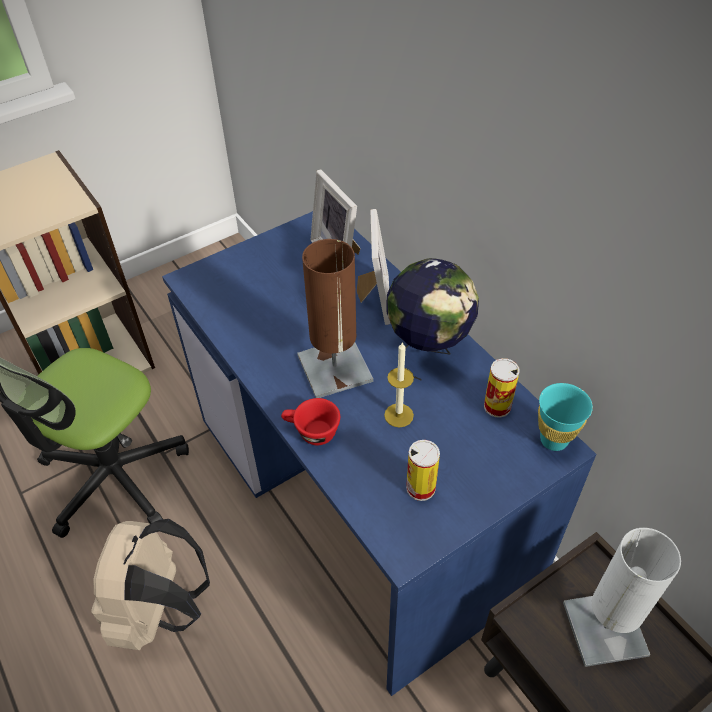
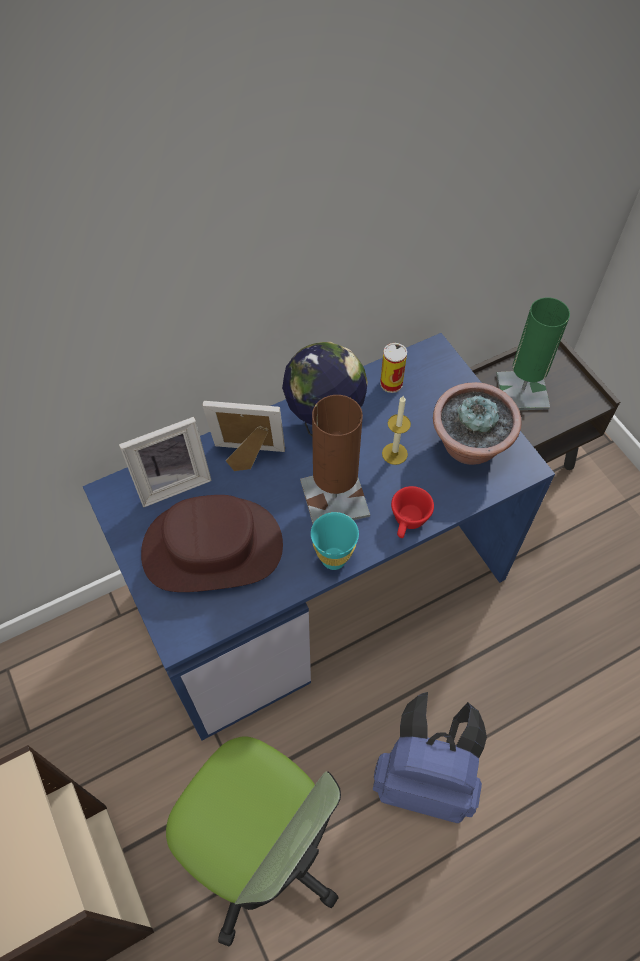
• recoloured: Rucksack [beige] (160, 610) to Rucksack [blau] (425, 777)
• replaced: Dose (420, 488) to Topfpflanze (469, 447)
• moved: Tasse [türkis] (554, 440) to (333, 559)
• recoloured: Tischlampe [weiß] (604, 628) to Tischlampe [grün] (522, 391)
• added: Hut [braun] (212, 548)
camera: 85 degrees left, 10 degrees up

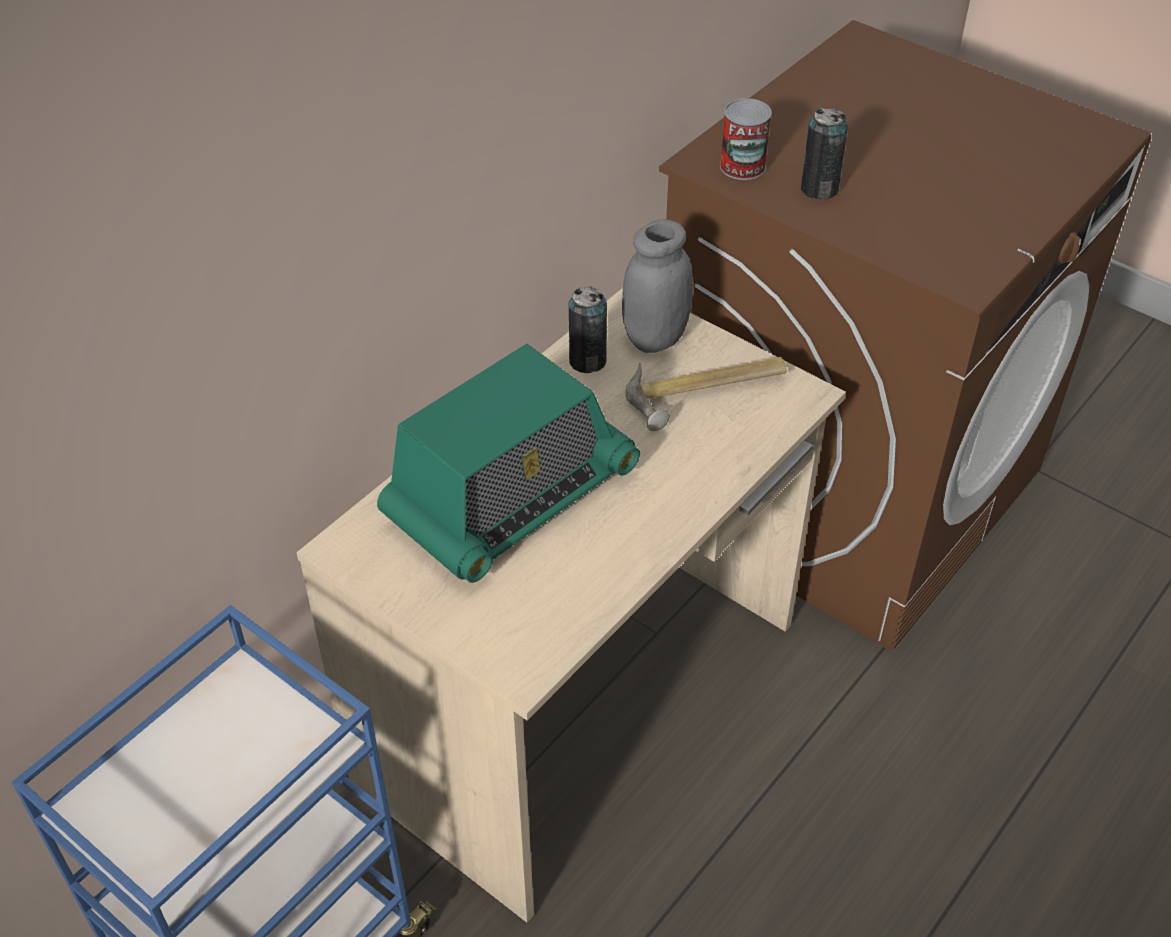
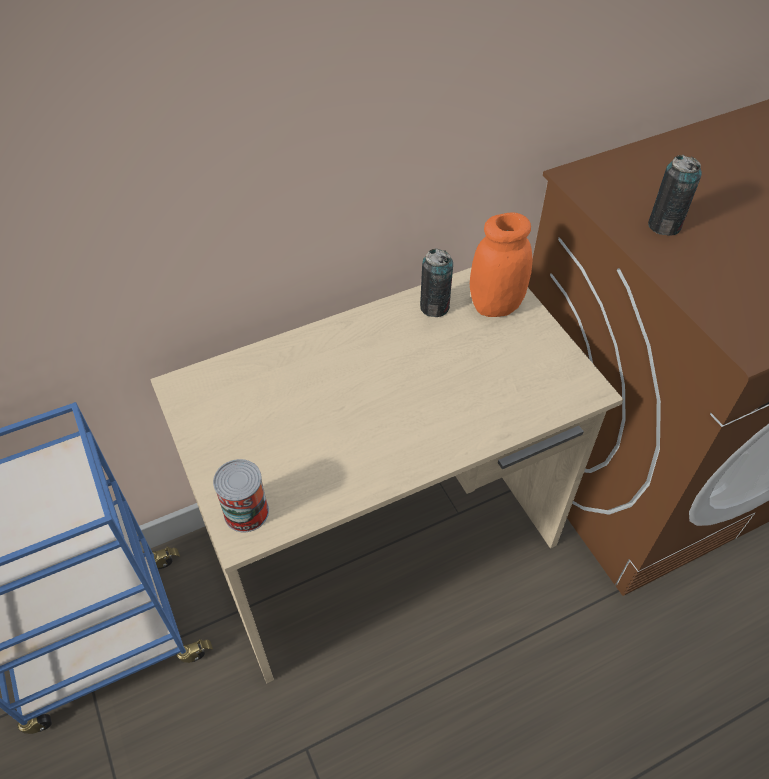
• removed: Radio (510, 496)
• recoloured: Vorratsglas [grau] (655, 338) to Vorratsglas [orange] (495, 306)
• removed: Hammer (707, 393)
• moved: Dose (742, 166) to (246, 512)
camera: 25 degrees right, 5 degrees up

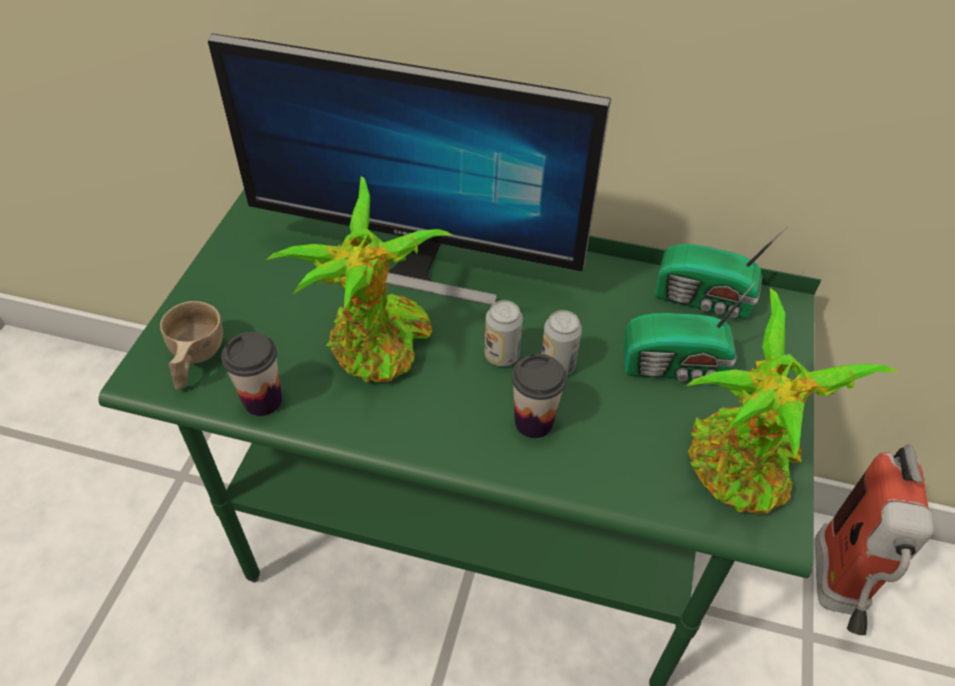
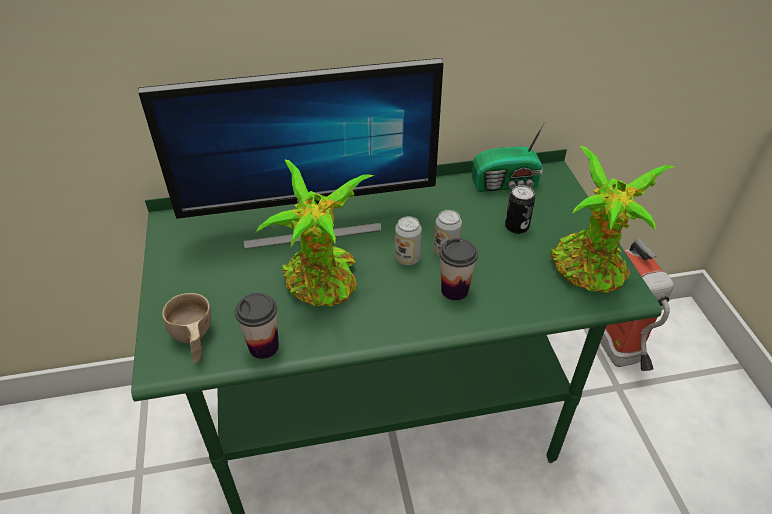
• replaced: Radio (677, 366) to Dose (516, 227)
camera: 25 degrees left, 5 degrees down

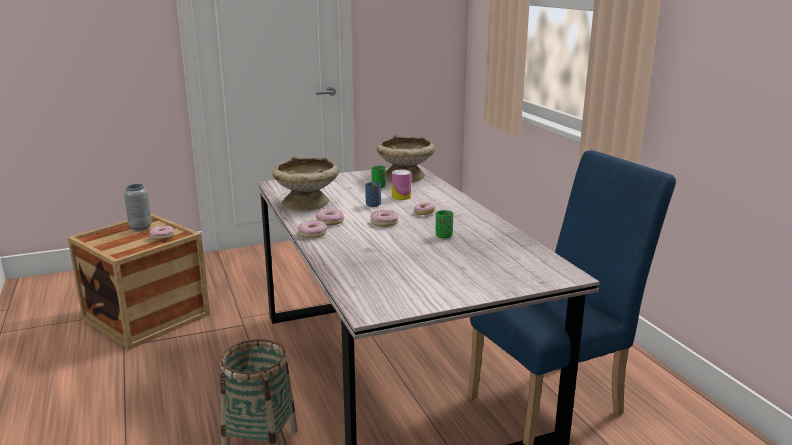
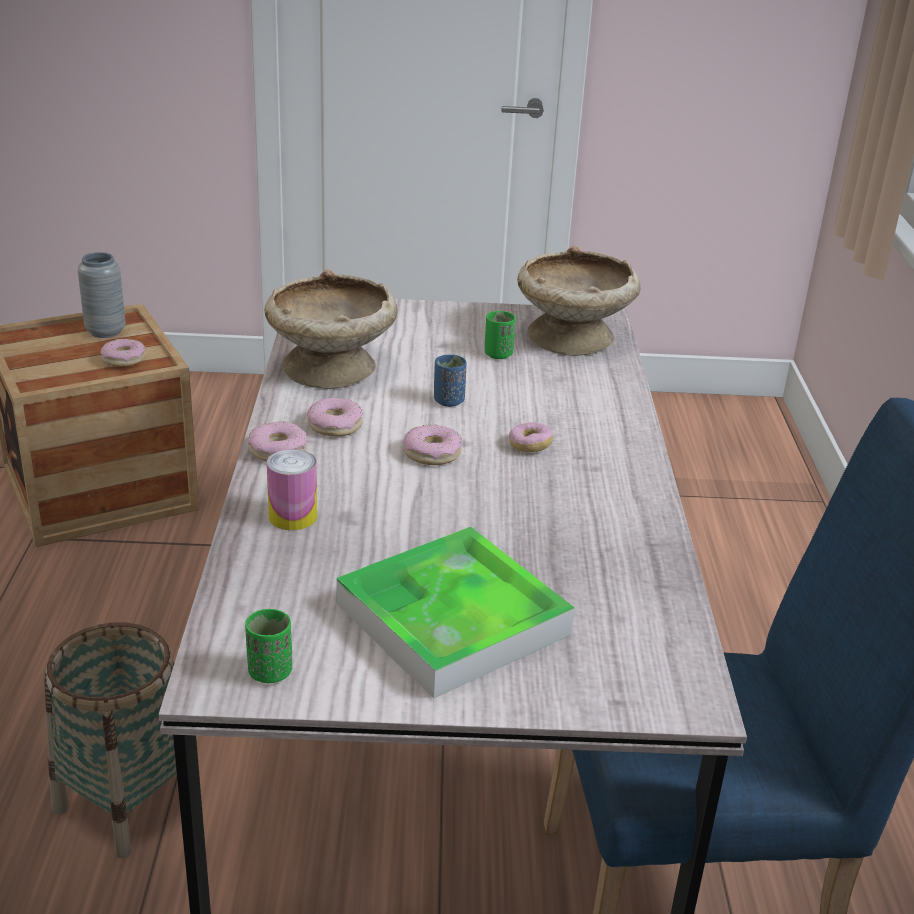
• moved: Dose (401, 196) to (293, 516)
• moved: Tasse [grün] (444, 236) to (270, 672)
• added: Tablett (452, 619)
camera: 20 degrees right, 10 degrees up

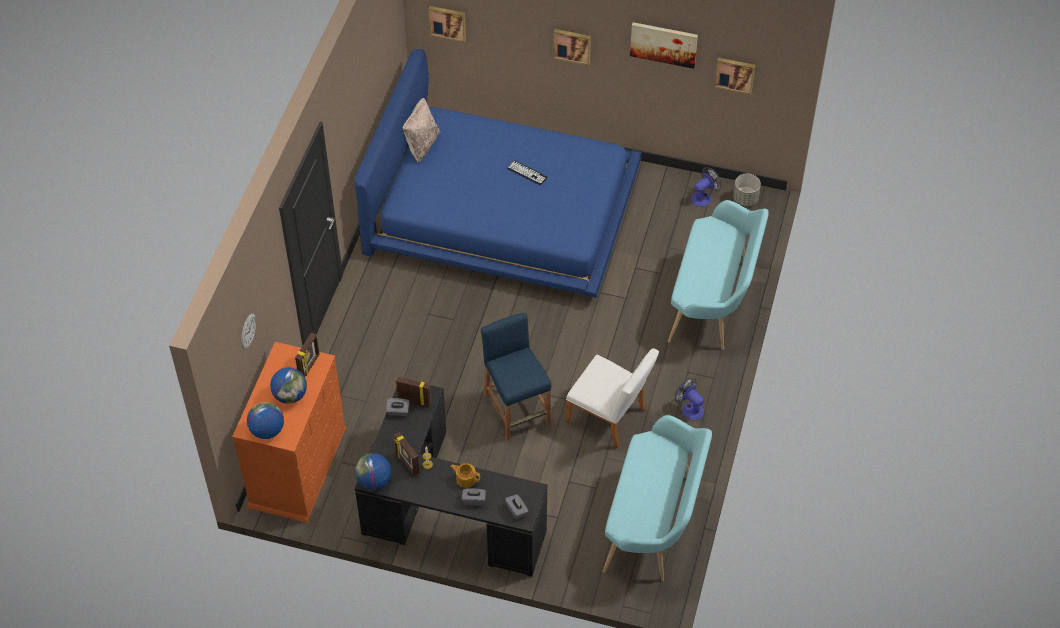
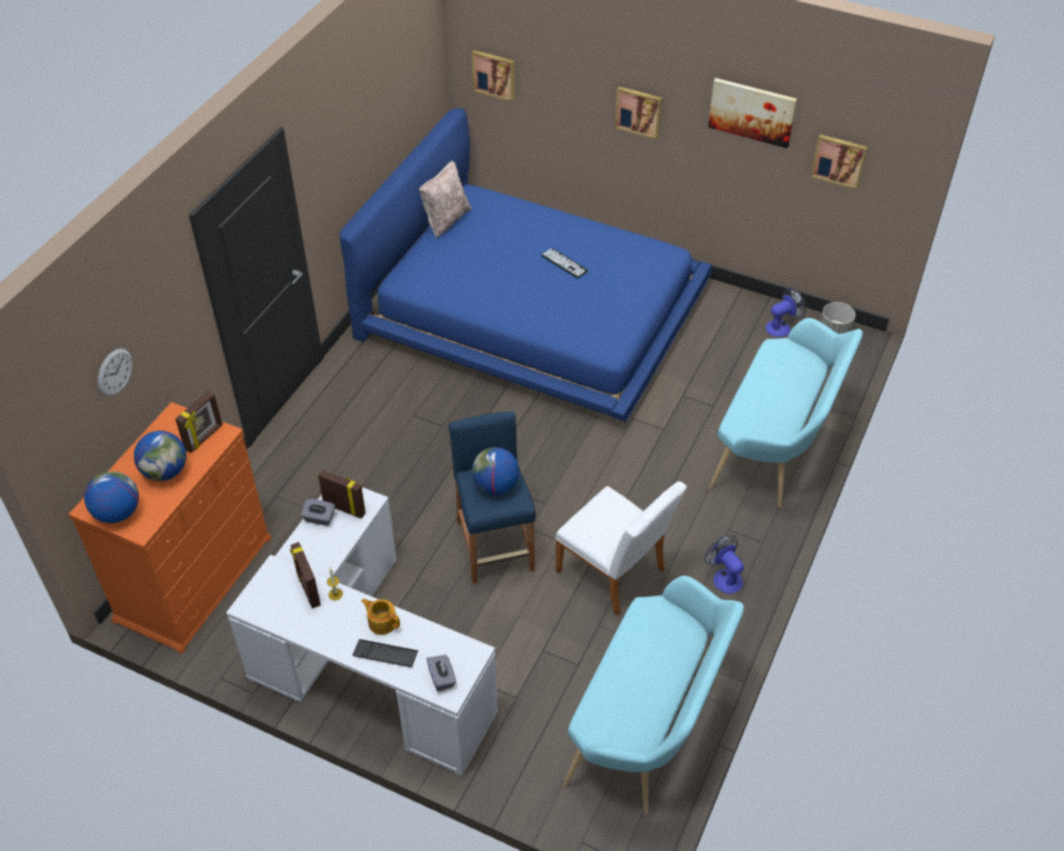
• recoloured: Schreibtisch [schwarz] (441, 510) to Schreibtisch [weiß] (362, 663)
• moved: Globus (374, 481) to (495, 486)
• replaced: Taschentuchbox [grau] (474, 500) to Tastatur (385, 654)
camera: 10 degrees right, 5 degrees down

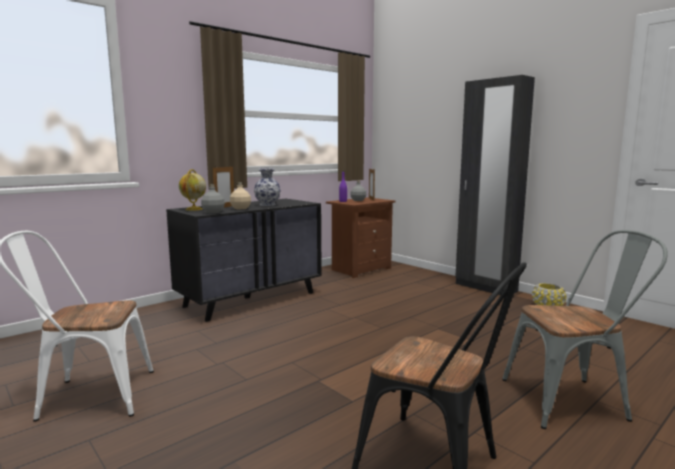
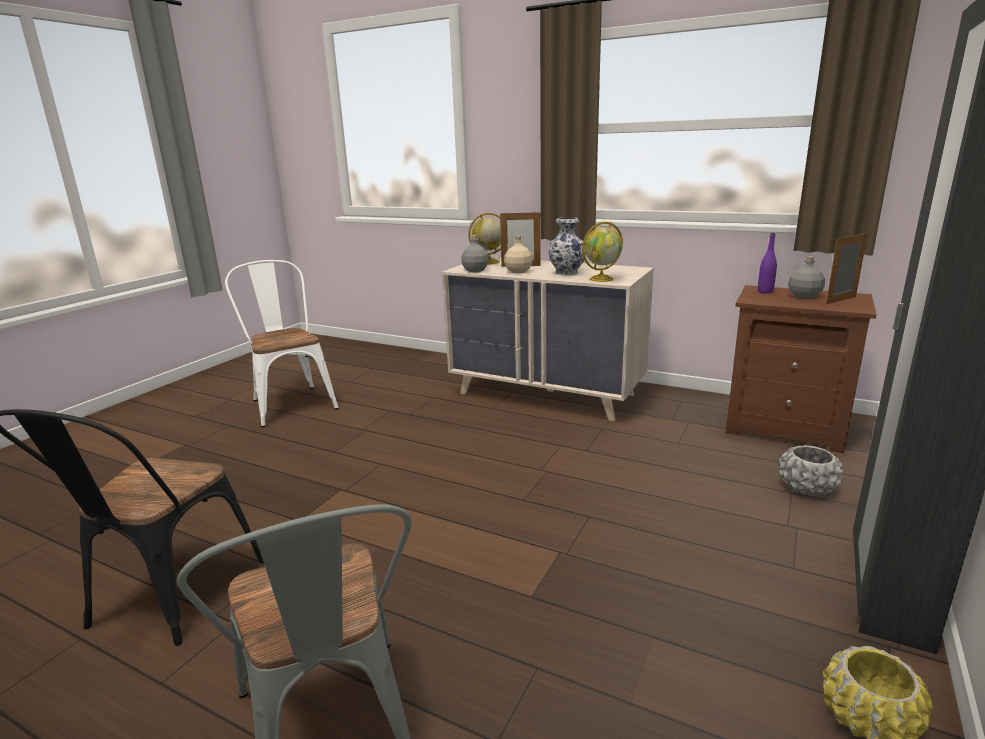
• recoloured: Kommode [schwarz] (251, 299) to Kommode [beige] (547, 394)
• added: Globus (602, 279)
• added: Pflanzkübel [grau] (806, 488)
camera: 70 degrees right, 10 degrees up

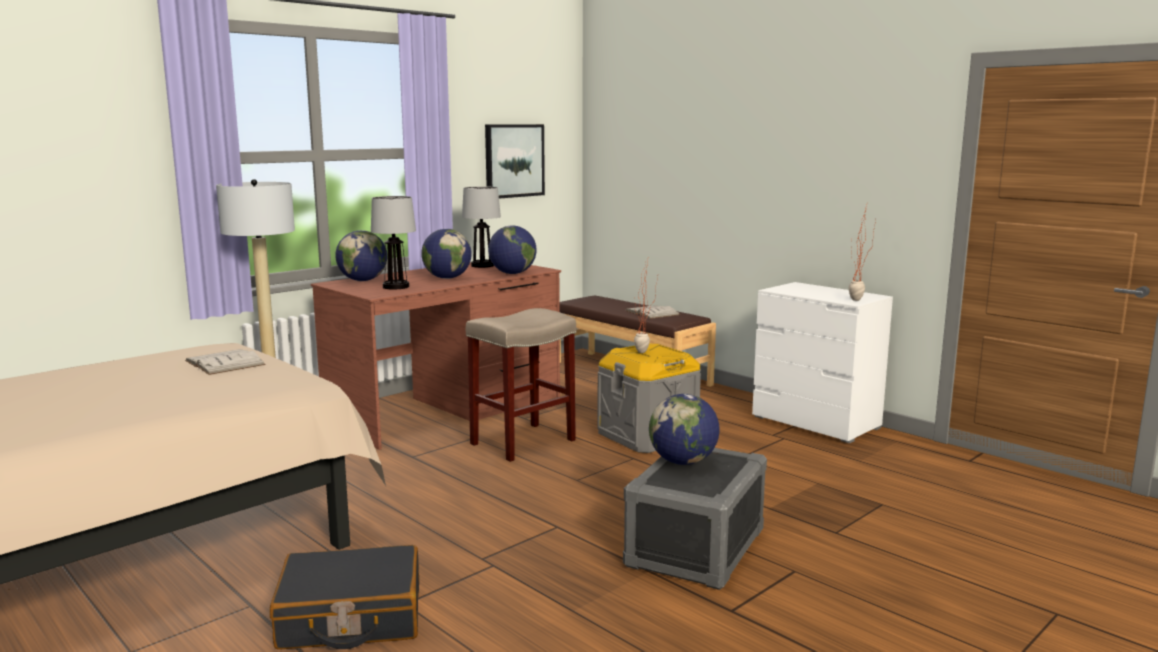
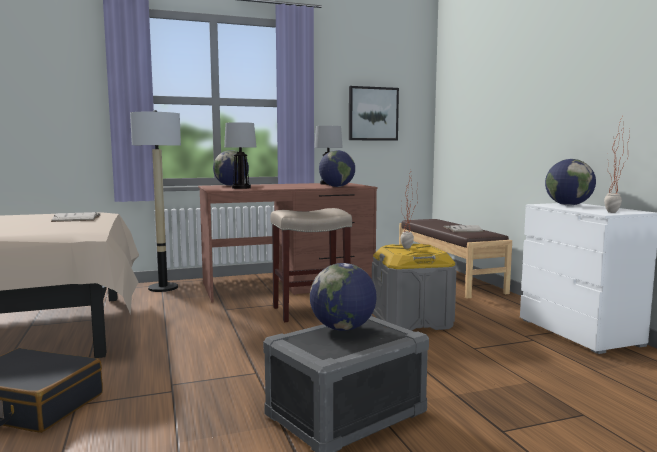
• moved: Globus (447, 278) to (568, 205)
camera: 25 degrees right, 5 degrees down

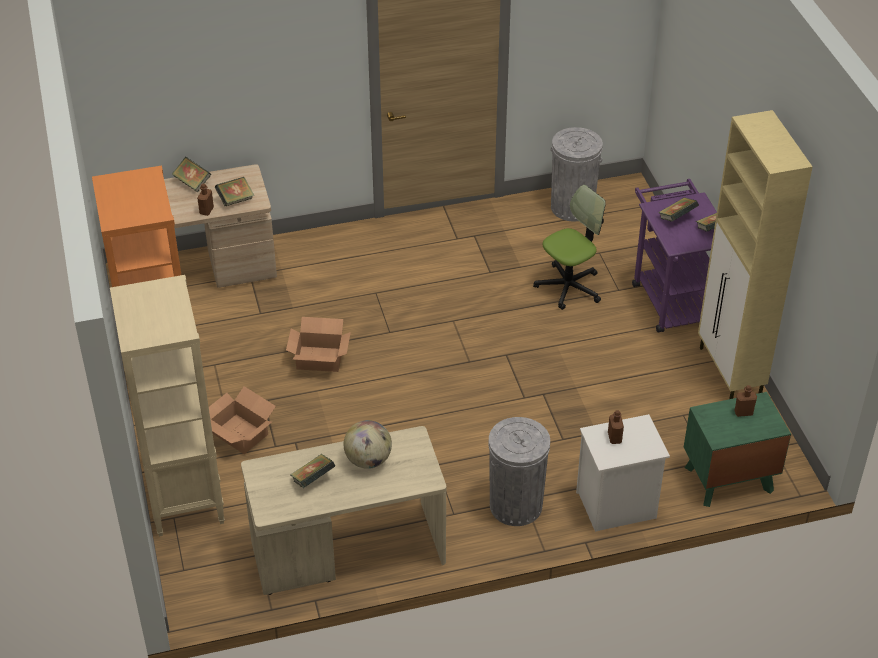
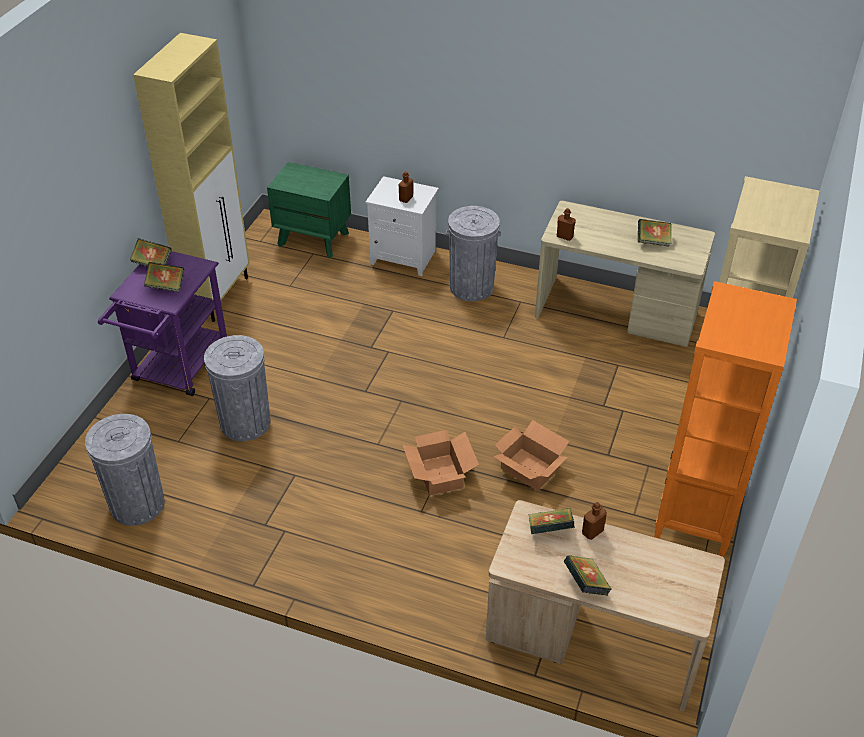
• moved: Karton (240, 433) to (439, 475)
• removed: Globus (368, 460)
• replaced: Bürostuhl (569, 287) to Mülleimer [grau] (245, 422)
• moved: Flasche [braun] (743, 412) to (564, 236)
camera: 145 degrees left, 0 degrees up

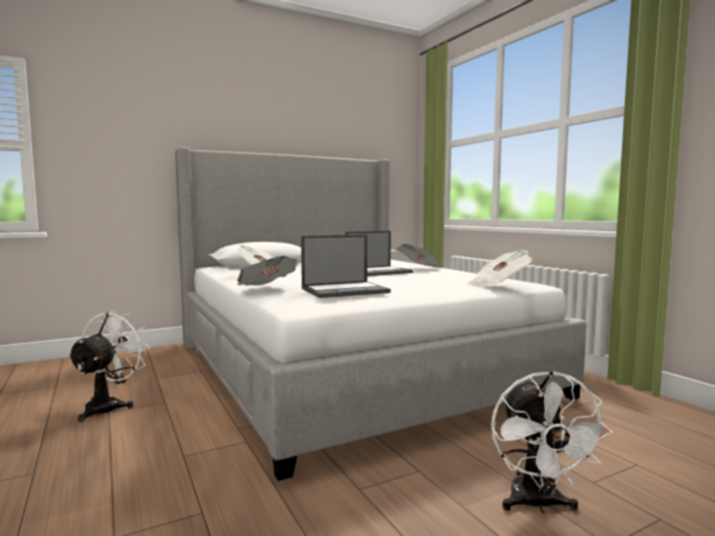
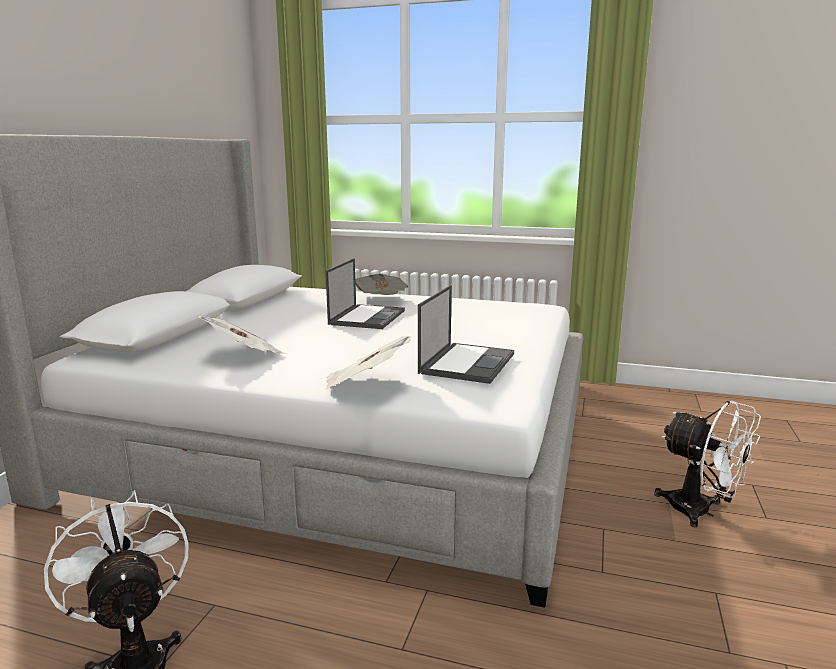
• removed: Zeitung (497, 285)
camera: 45 degrees left, 10 degrees up

